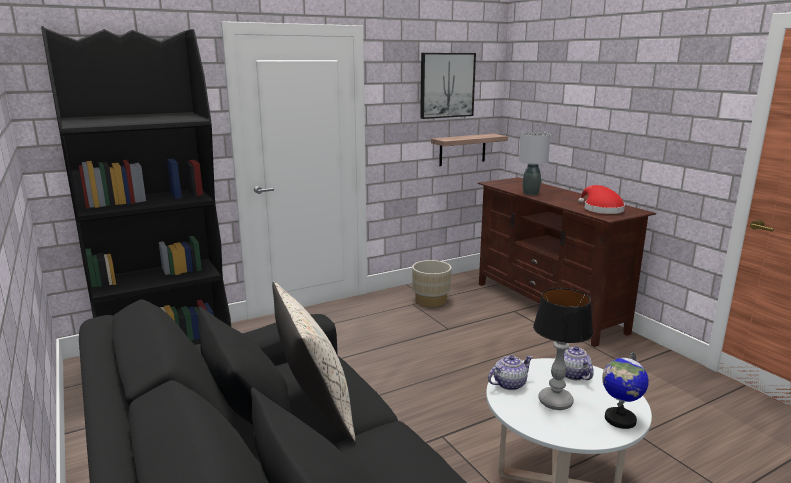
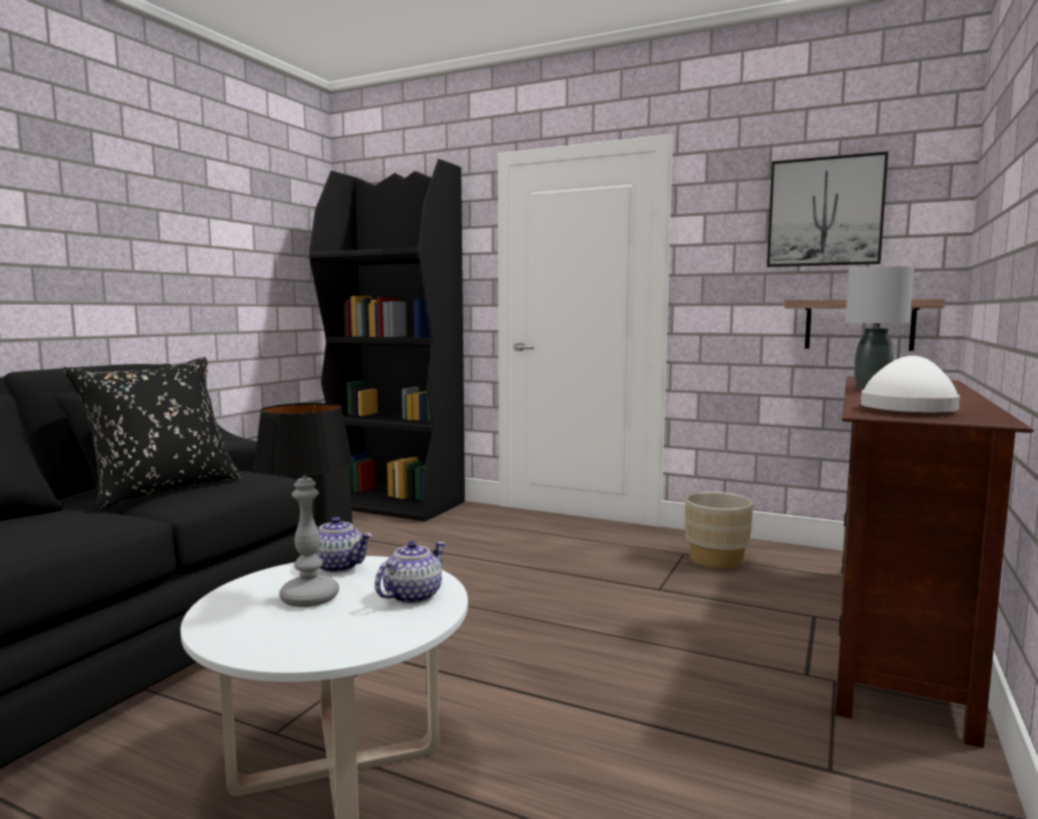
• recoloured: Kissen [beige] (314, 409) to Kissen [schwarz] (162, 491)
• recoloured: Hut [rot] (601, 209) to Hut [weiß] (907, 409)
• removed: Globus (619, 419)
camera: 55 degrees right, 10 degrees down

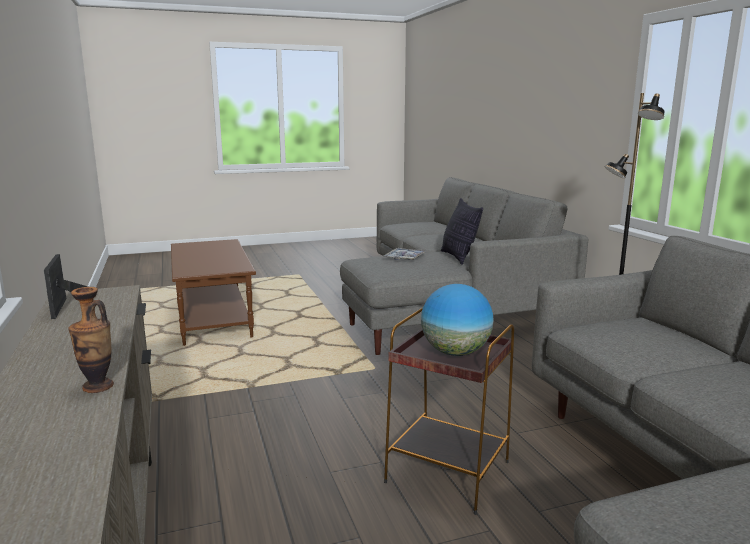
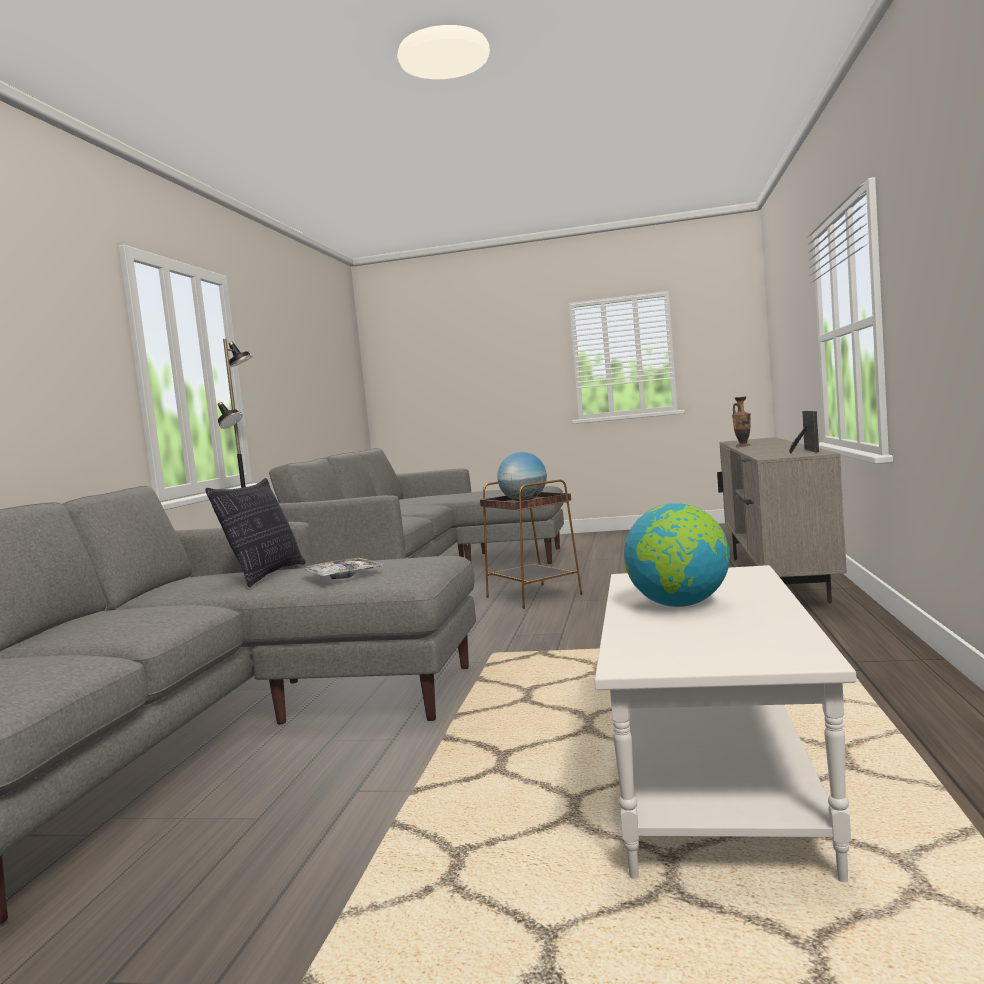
• recoloured: Couchtisch [braun] (214, 319) to Couchtisch [weiß] (711, 779)
• added: Globus (679, 605)
camera: 150 degrees left, 10 degrees down

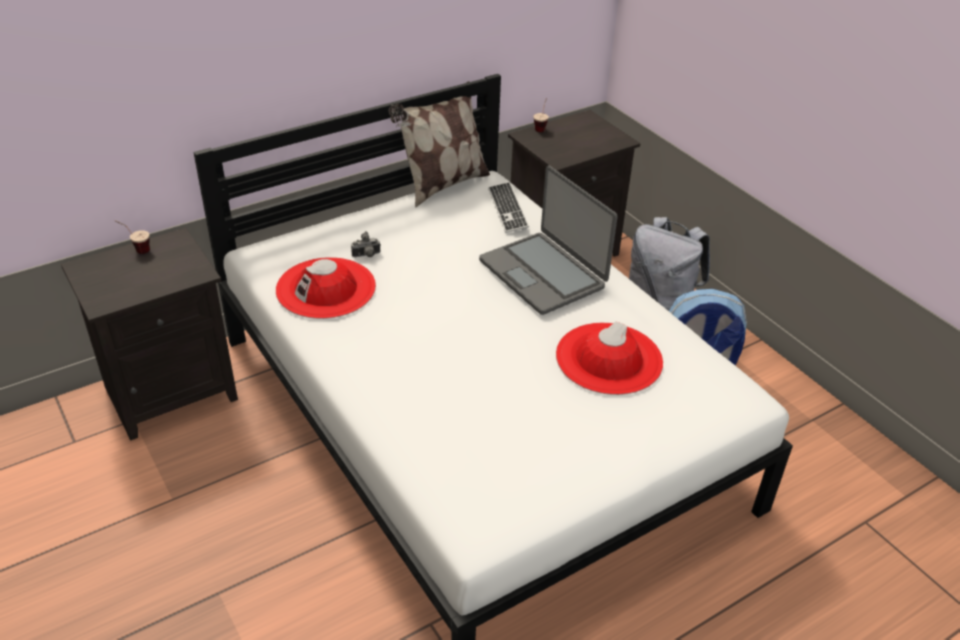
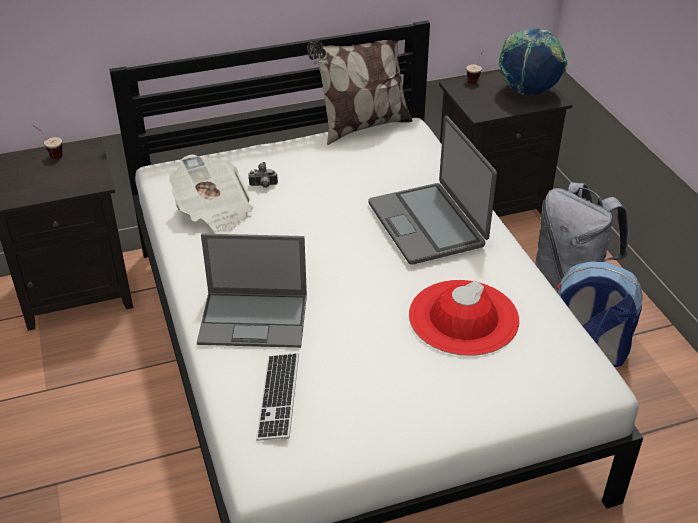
• replaced: Hut [rot] (326, 288) to Zeitung (213, 212)
• moved: Tastatur (507, 209) to (278, 397)
• added: Laptop (255, 319)
• added: Globus (528, 92)
camera: 15 degrees right, 0 degrees up

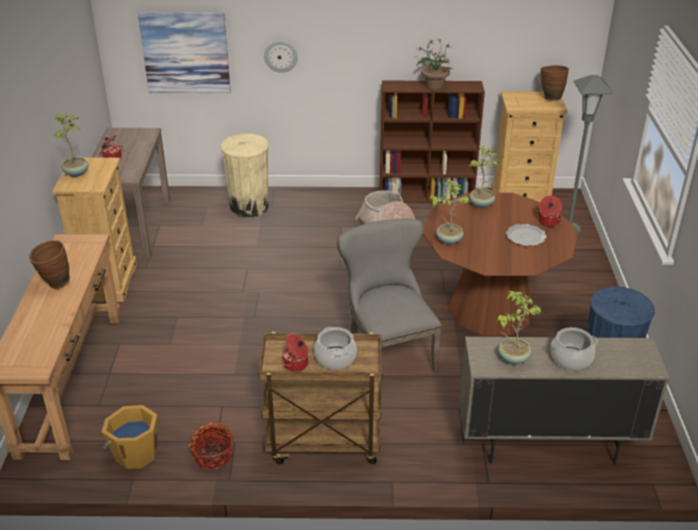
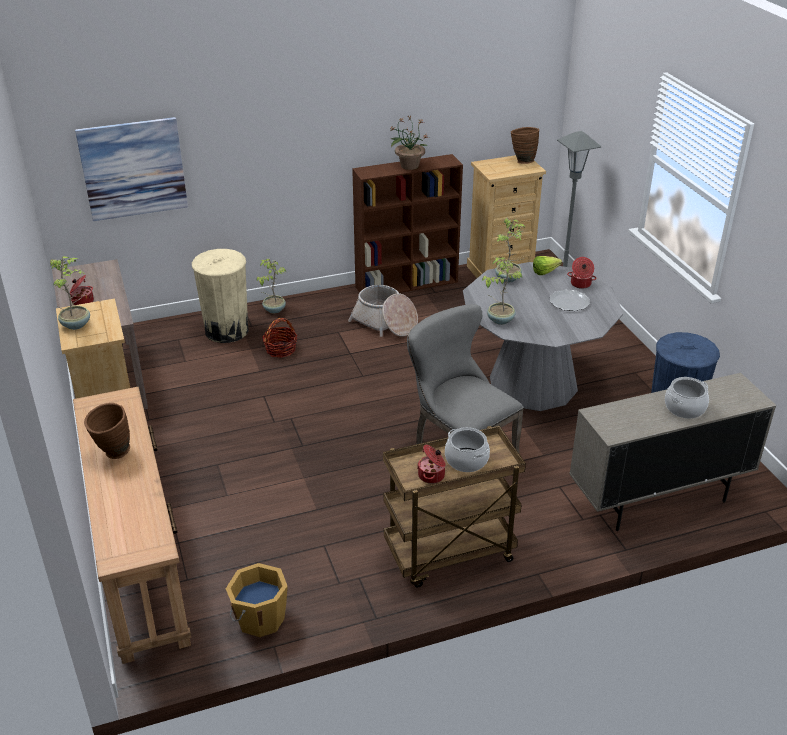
• moved: Korb (213, 456) to (280, 349)
• removed: Wanduhr (281, 56)
• recoloured: Esstisch [braun] (490, 309) to Esstisch [grau] (533, 383)
• moved: Topfpflanze (512, 358) to (273, 310)
• added: Salatkopf (547, 272)
camera: 20 degrees left, 0 degrees up

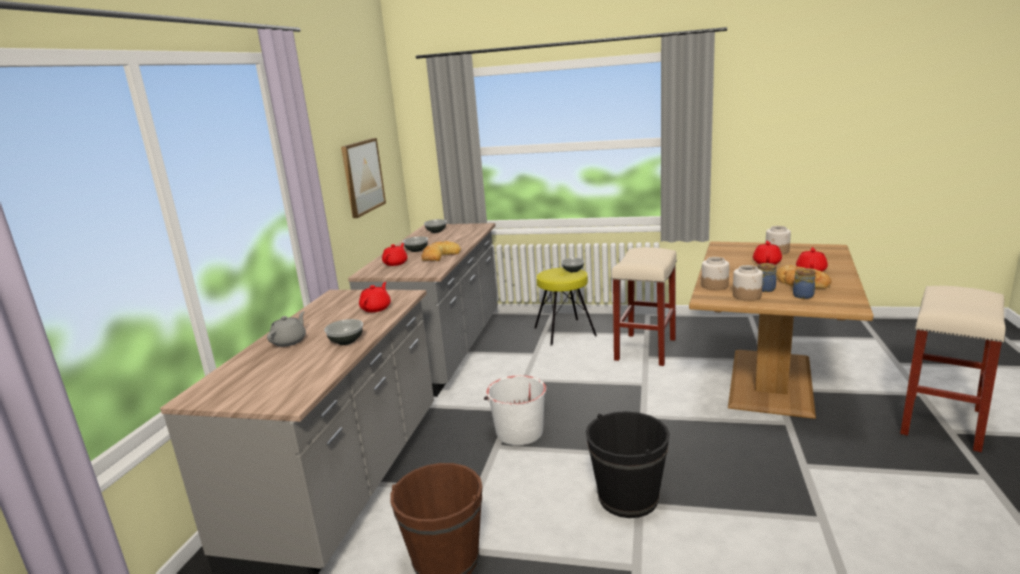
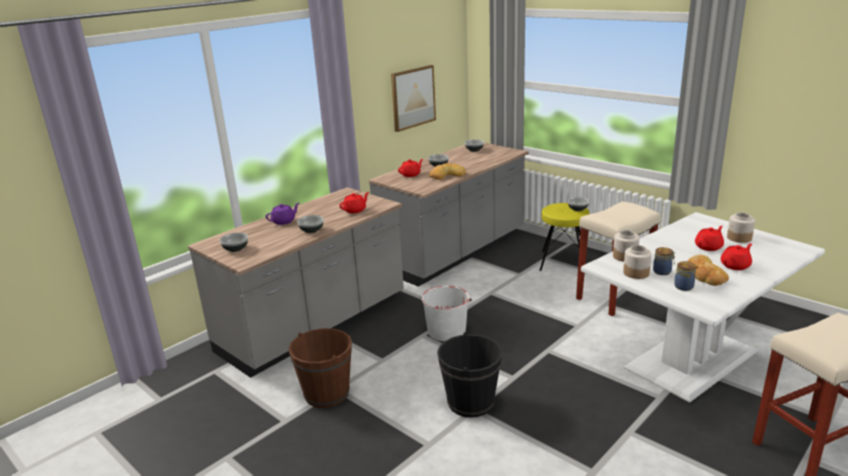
• recoloured: Teekanne [grau] (290, 341) to Teekanne [lila] (284, 221)
• recoloured: Esstisch [braun] (769, 381) to Esstisch [weiß] (689, 359)
• added: Schüssel (236, 249)
camera: 30 degrees right, 5 degrees up

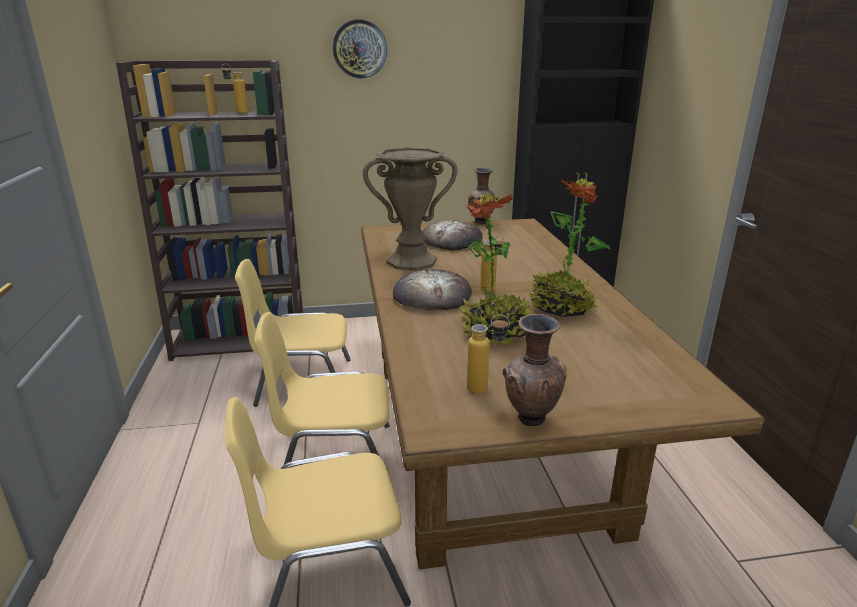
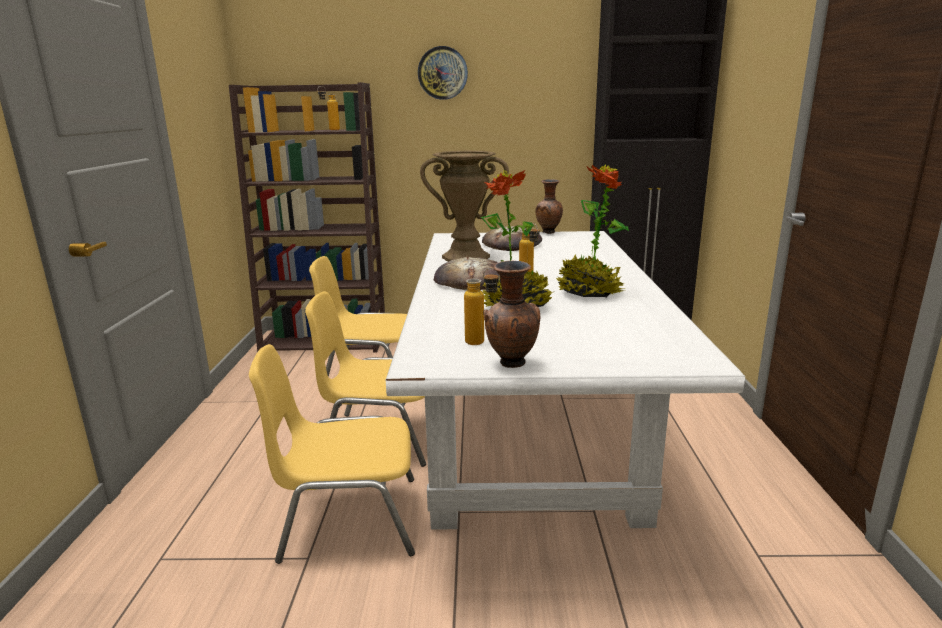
• recoloured: Esstisch [braun] (485, 438) to Esstisch [weiß] (528, 432)
camera: 10 degrees right, 5 degrees down

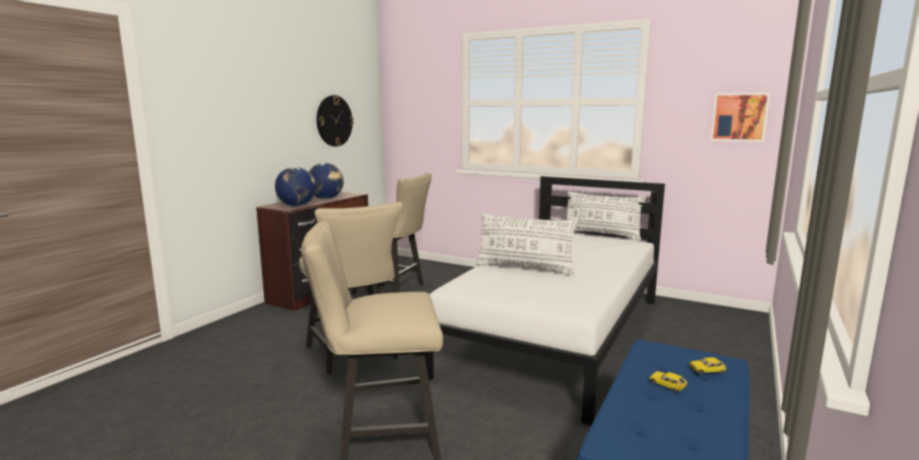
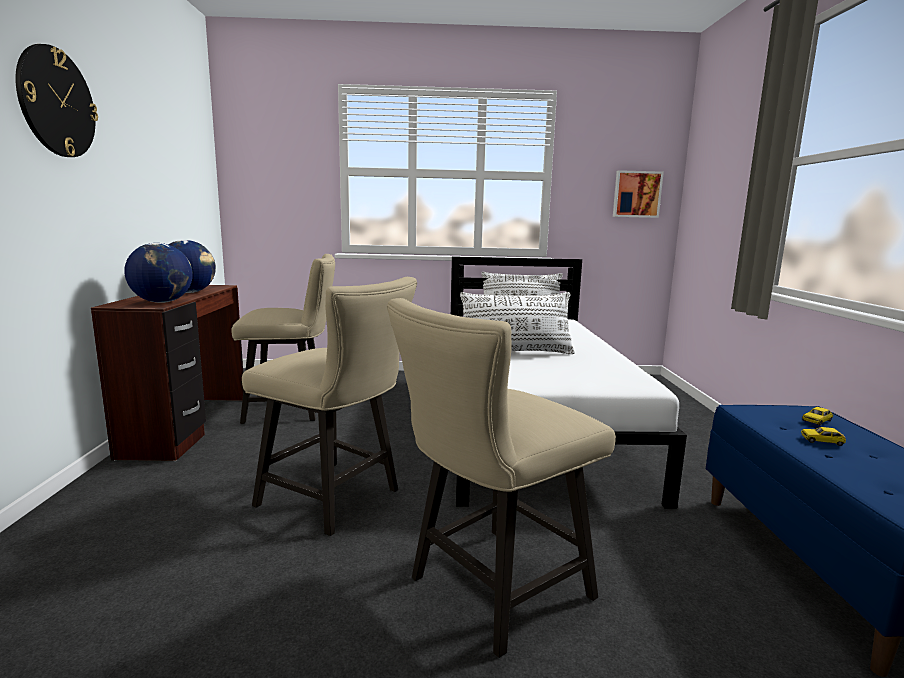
• moved: Wanduhr (334, 121) to (56, 102)
camera: 30 degrees left, 0 degrees up

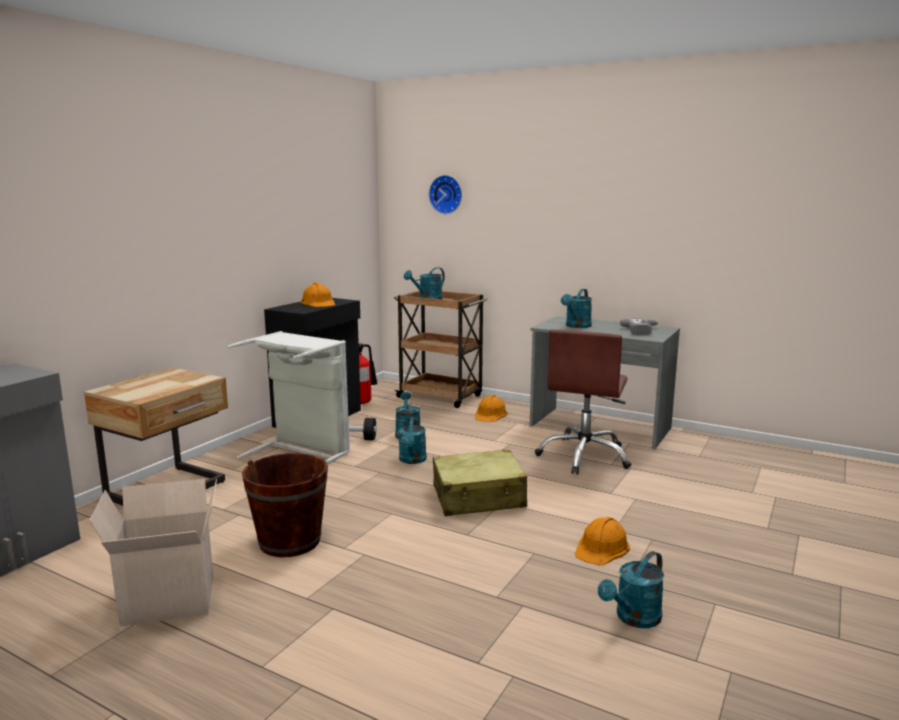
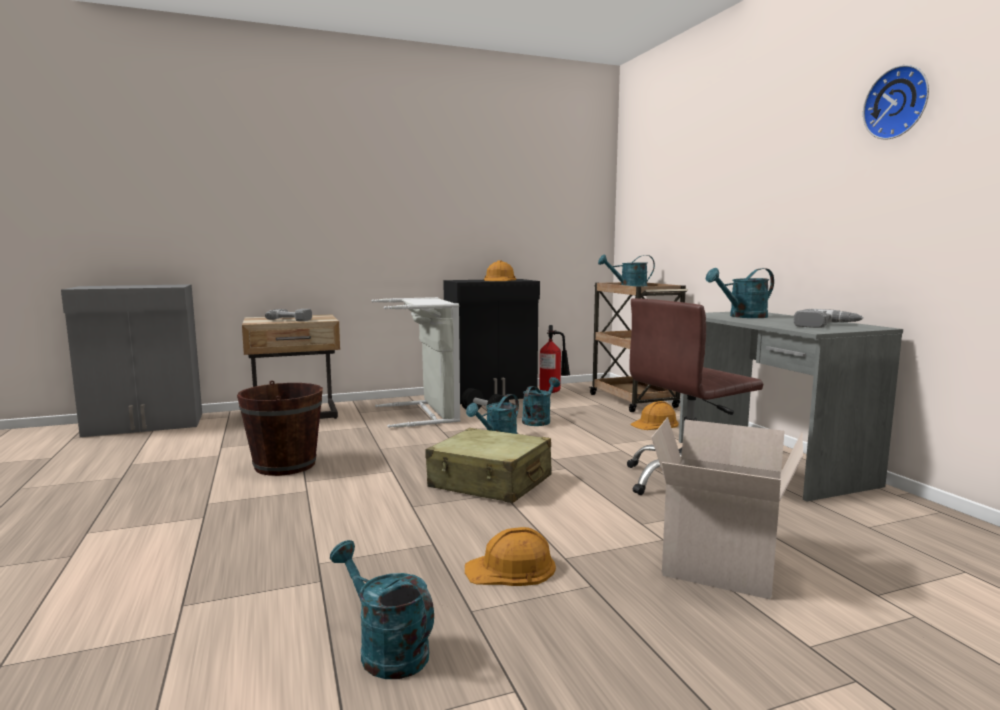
• moved: Karton (167, 602) to (717, 568)
• moved: Wanduhr (446, 194) to (898, 103)
• turned: Gießkanne [türkis] (633, 618) = (385, 649) 45 degrees clockwise
• added: Bohrmaschine (292, 319)
camera: 40 degrees right, 5 degrees down

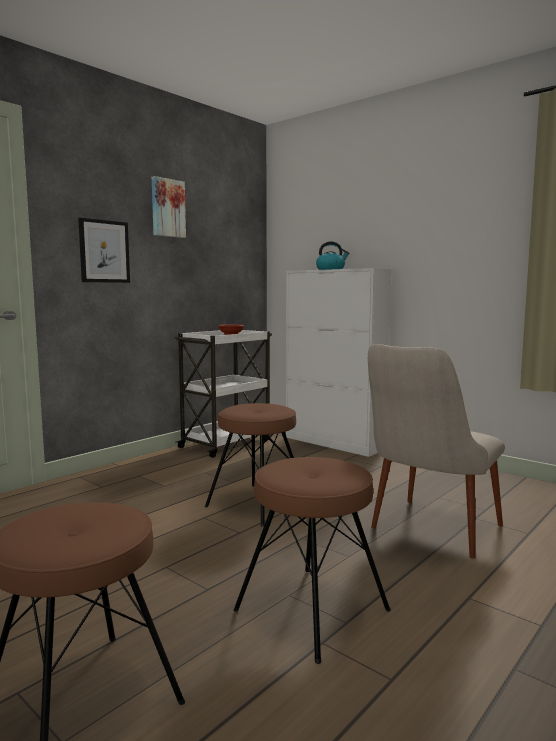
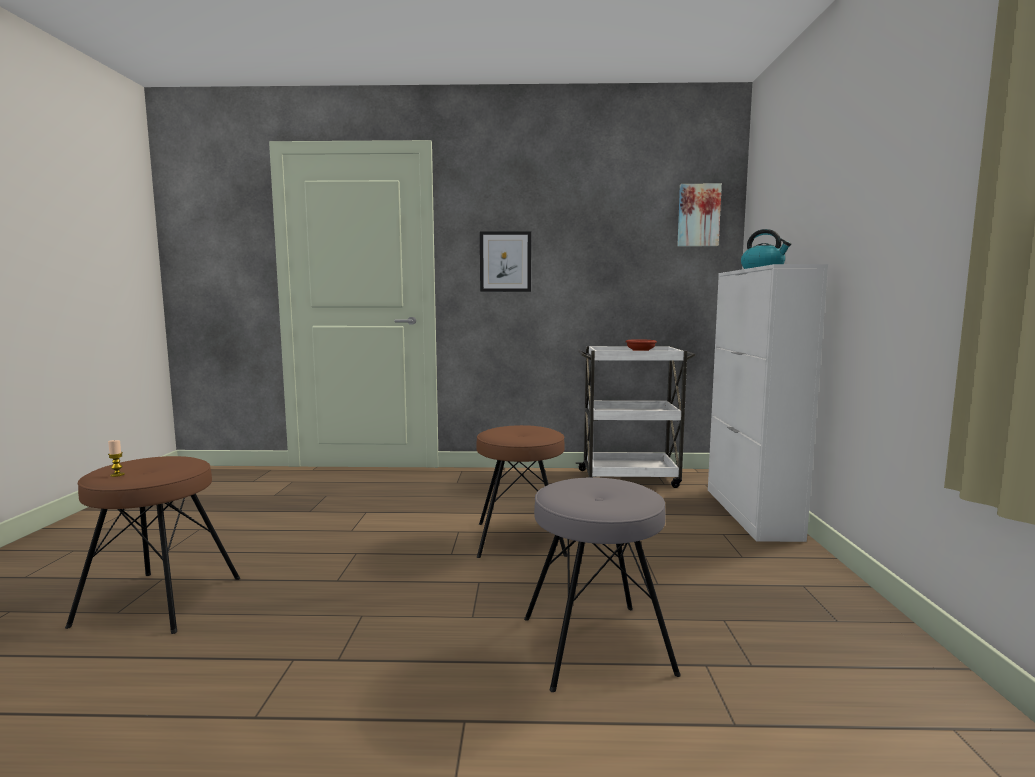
• moved: Bild (167, 208) to (698, 215)
• removed: Hocker [braun] (311, 610)
• replaced: Stuhl [beige] (428, 534) to Hocker [grau] (596, 645)
• added: Kerze (117, 475)
camera: 50 degrees right, 0 degrees up

